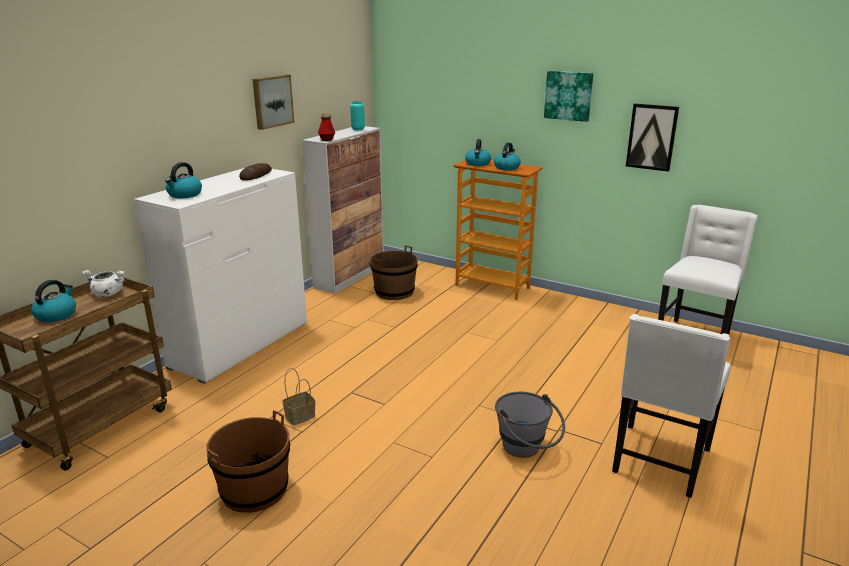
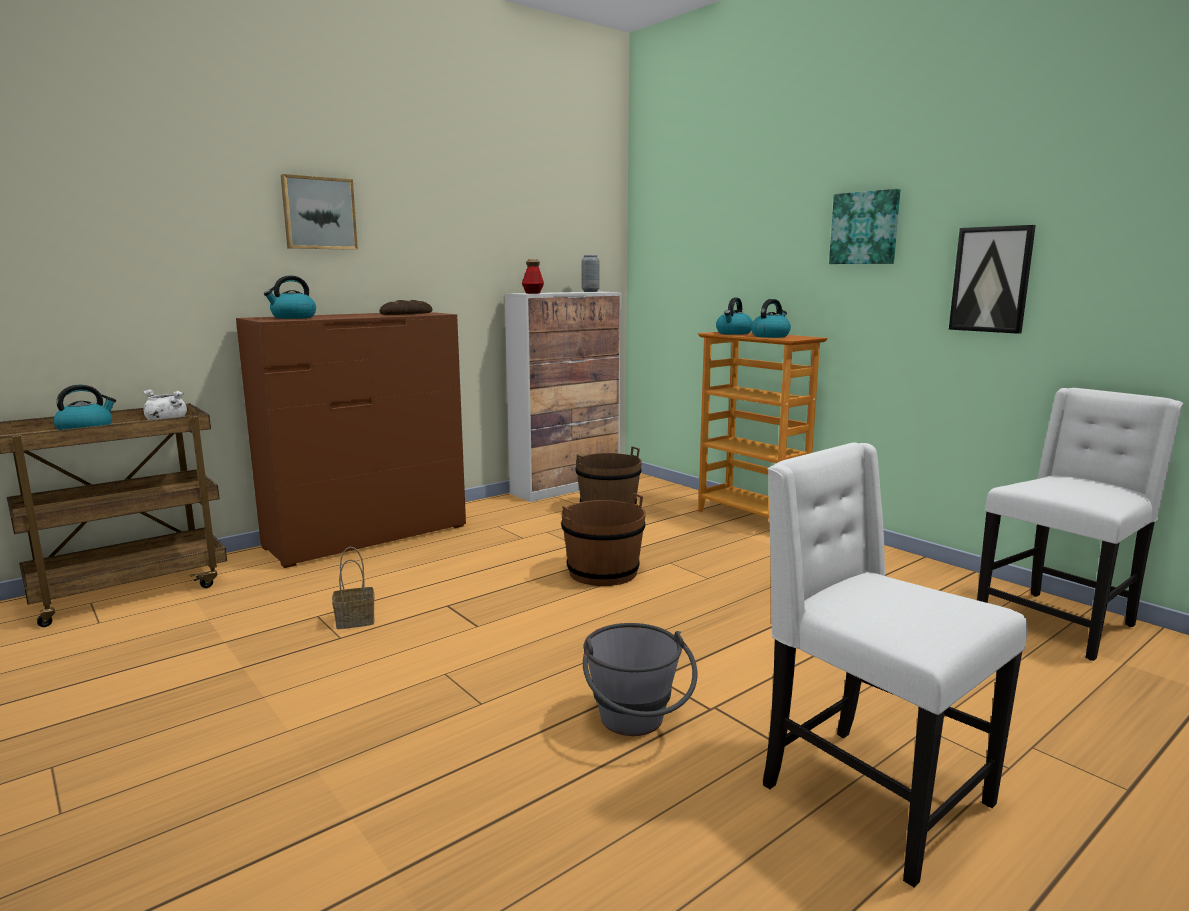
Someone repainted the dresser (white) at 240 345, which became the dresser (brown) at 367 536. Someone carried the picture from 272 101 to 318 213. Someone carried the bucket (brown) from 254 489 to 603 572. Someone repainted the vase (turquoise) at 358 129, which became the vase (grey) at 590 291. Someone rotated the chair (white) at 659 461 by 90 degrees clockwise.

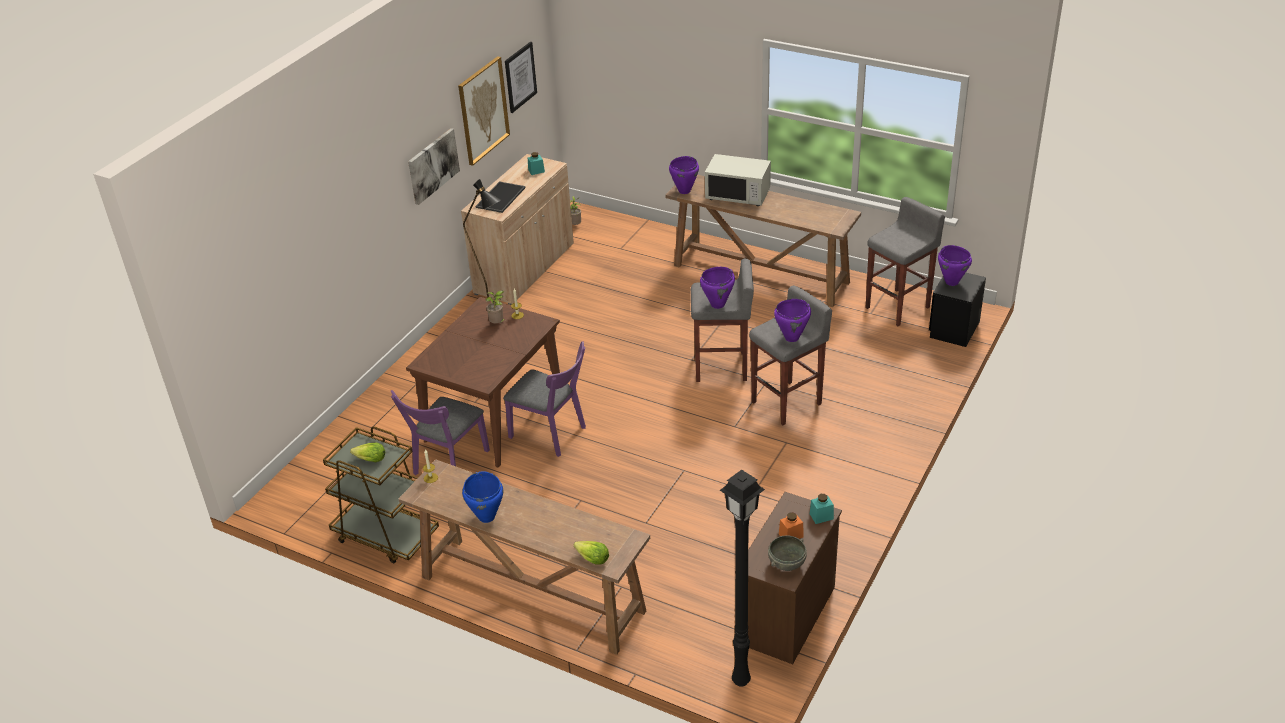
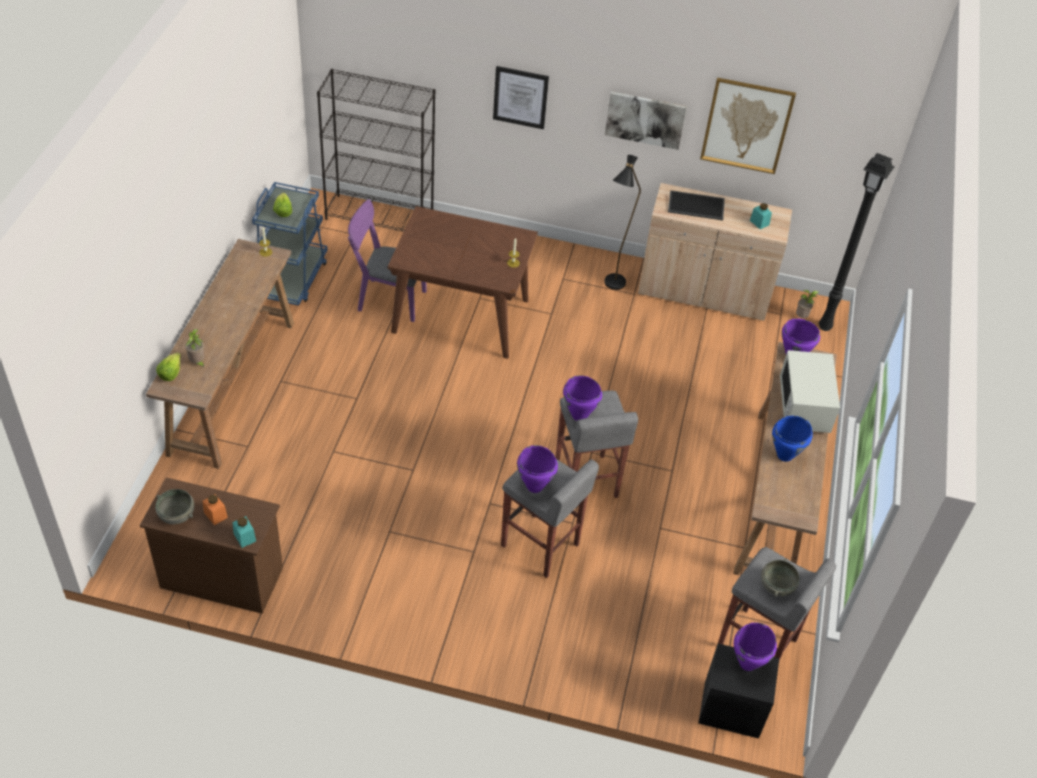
Someone carried the potted plant from 498 324 to 197 362. Someone repainted the cart (brown) at 385 535, which became the cart (blue) at 292 279. Someone put down the bookcase (black) at 380 217. Someone carried the picture from 520 77 to 520 97. Someone put down the bowl (grey) at 776 586. Someone carried the cooking pot (blue) from 487 516 to 785 455. Someone carried the floor lamp (black) from 741 679 to 826 326. Someone took away the chair (purple) at 552 434.

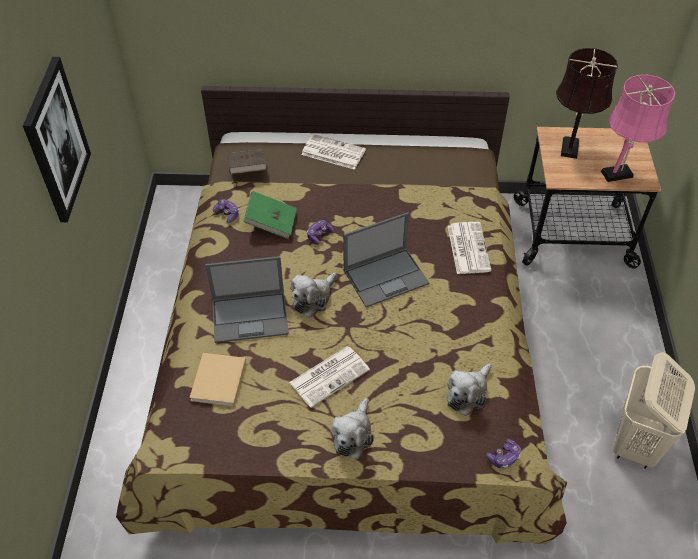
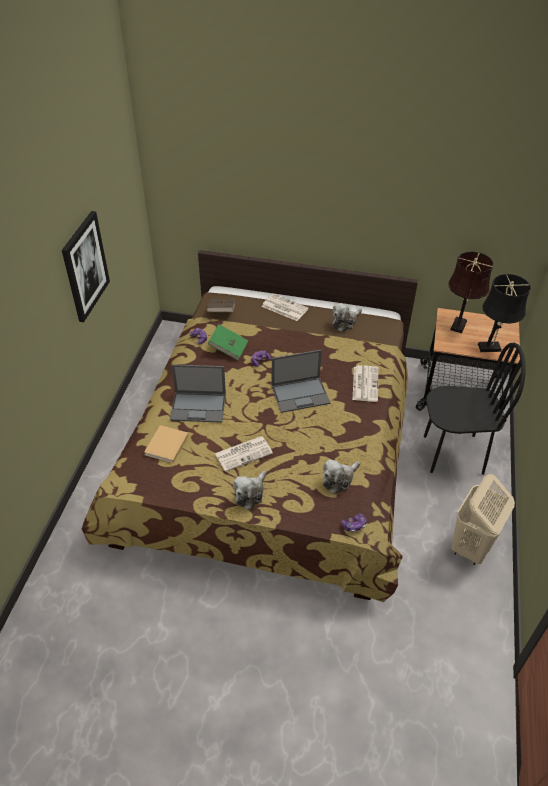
Someone carried the plush toy from 313 299 to 345 322. Someone put down the chair (black) at 453 454. Someone repainted the table lamp (pink) at 620 173, which became the table lamp (black) at 491 347.

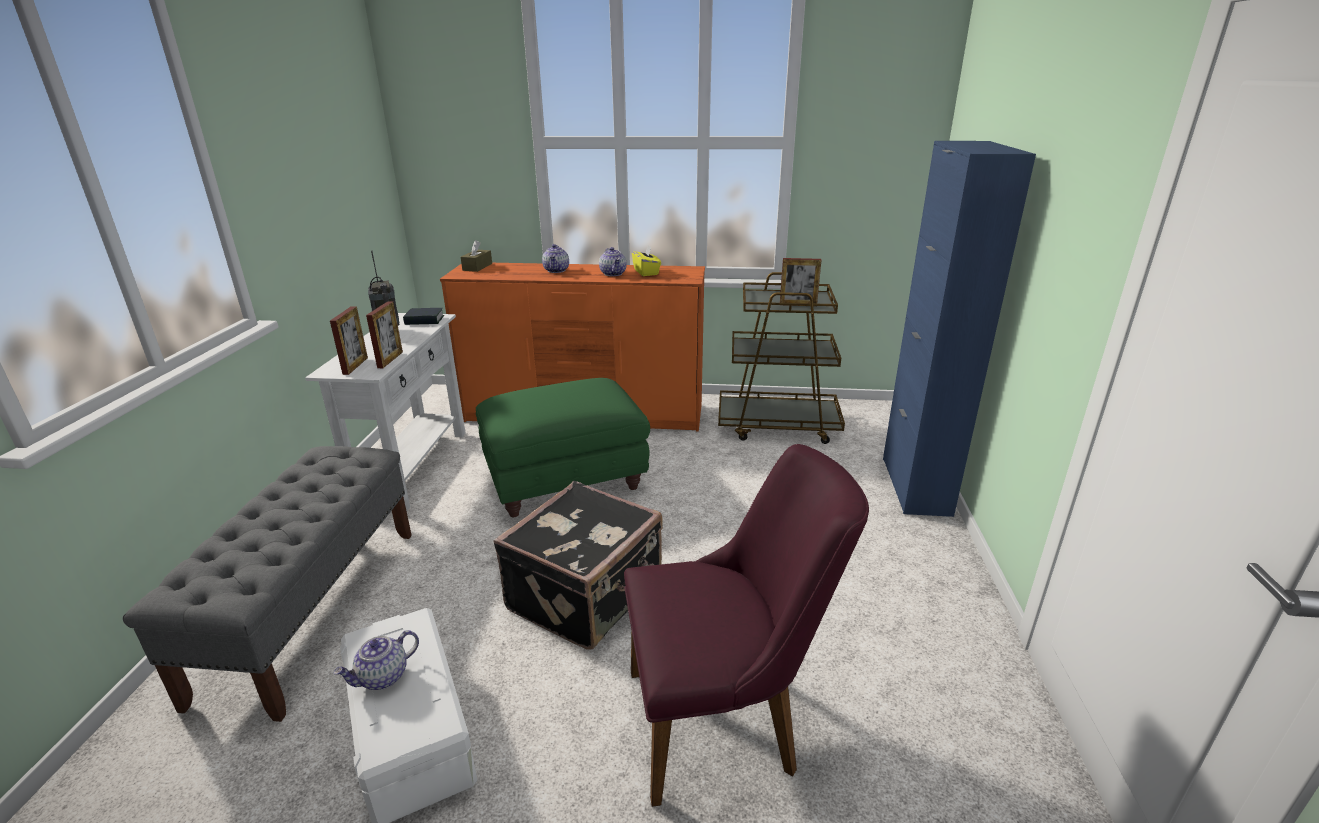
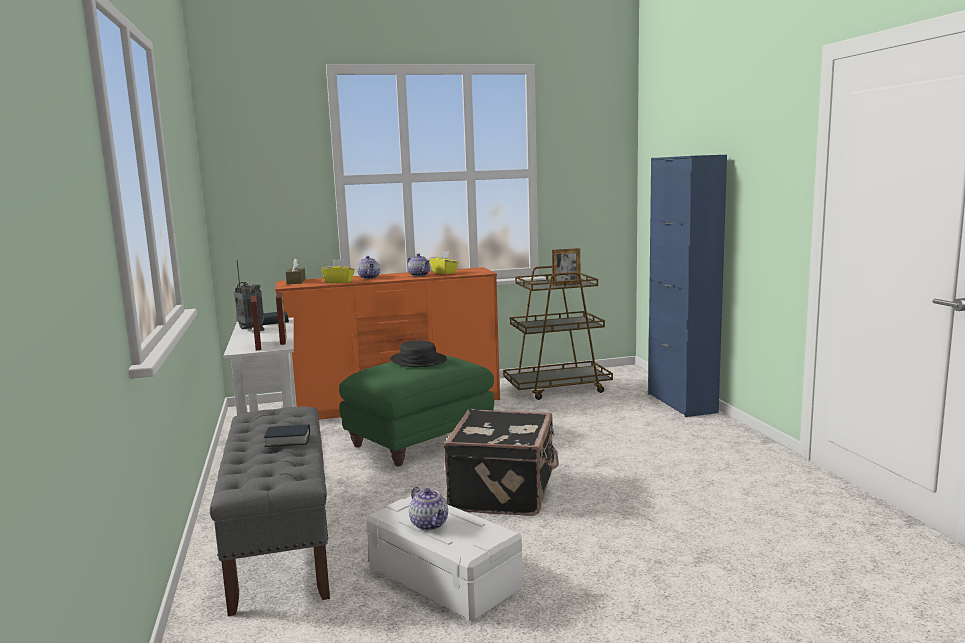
Someone put down the book at 288 440. Someone put down the tissue box (yellow) at 339 282. Someone put down the hat (black) at 418 360. Someone rotated the teapot at 383 677 by 60 degrees counterclockwise. Someone took away the chair (purple) at 726 720.

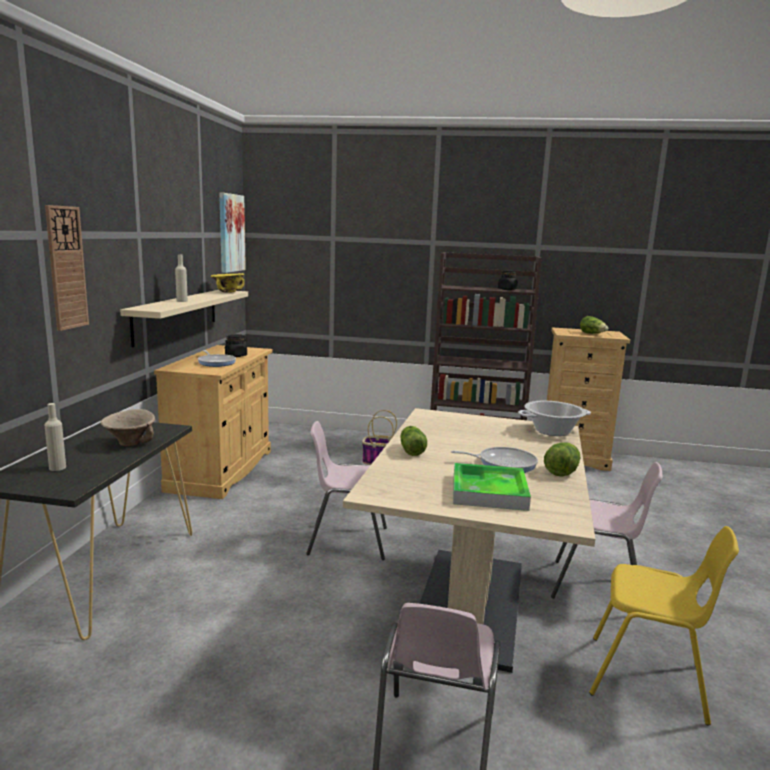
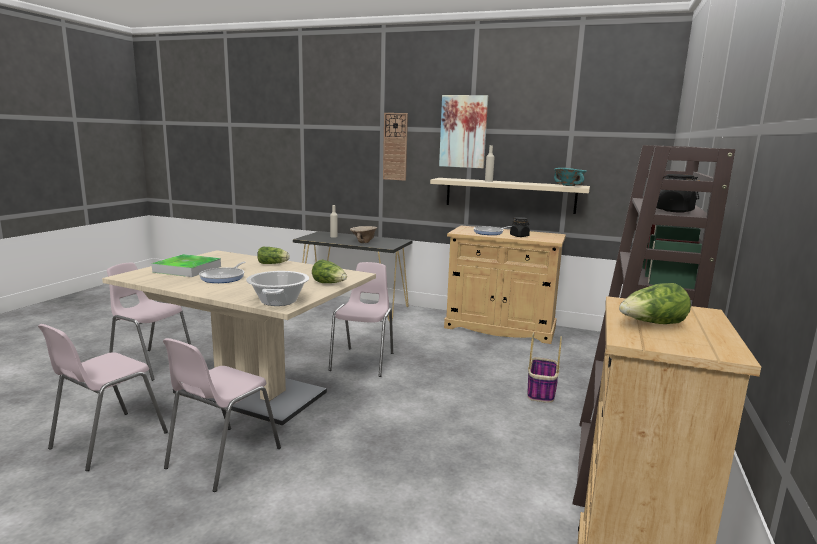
Someone repainted the chair (yellow) at 648 680, which became the chair (pink) at 107 440. Someone carried the lettuce from 561 470 to 329 284. Someone carried the picture from 231 233 to 463 131. Someone repainted the bowl (yellow) at 227 292, which became the bowl (turquoise) at 568 186.

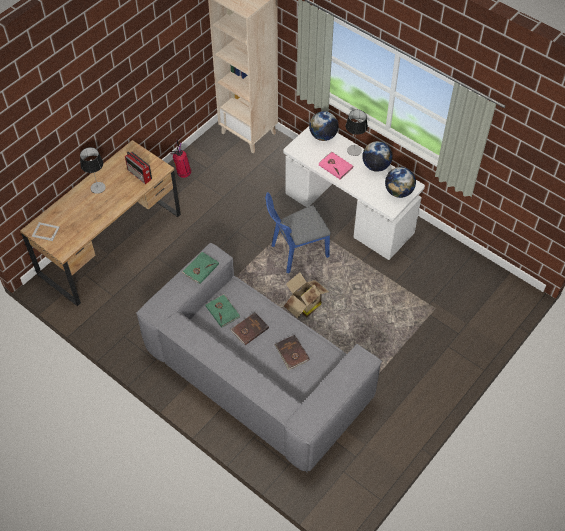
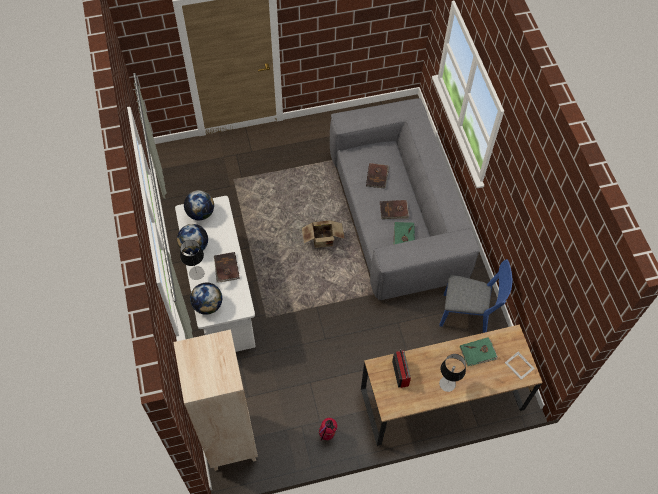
Someone repainted the book (pink) at 336 166, which became the book (brown) at 226 268. Someone carried the chair (blue) from 295 253 to 469 314. Someone carried the book (green) from 200 268 to 478 353.

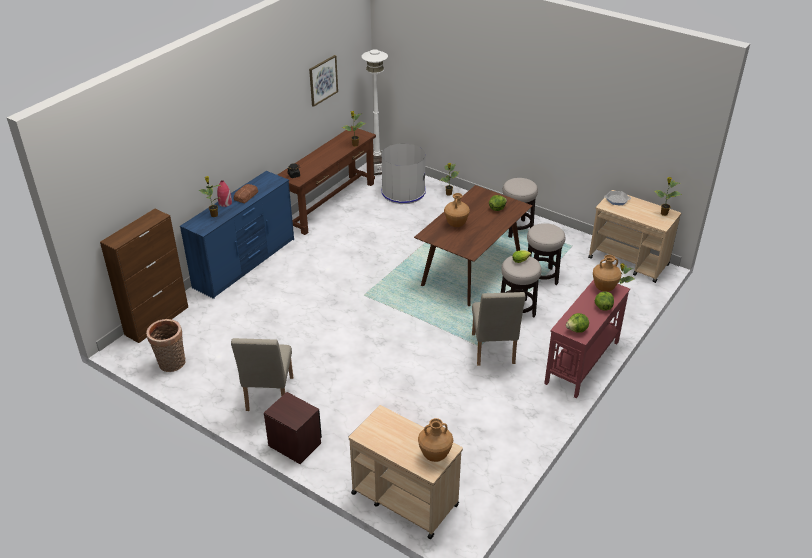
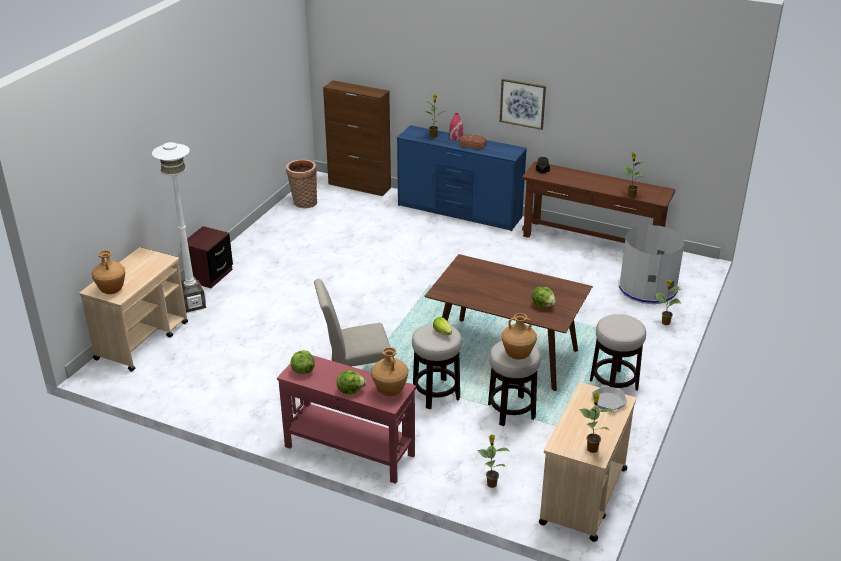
Someone carried the floor lamp (white) from 377 170 to 193 305. Someone carried the picture from 323 80 to 522 103. Someone carried the vase (brown) from 456 224 to 517 355. Someone took away the chair (beige) at 268 397.

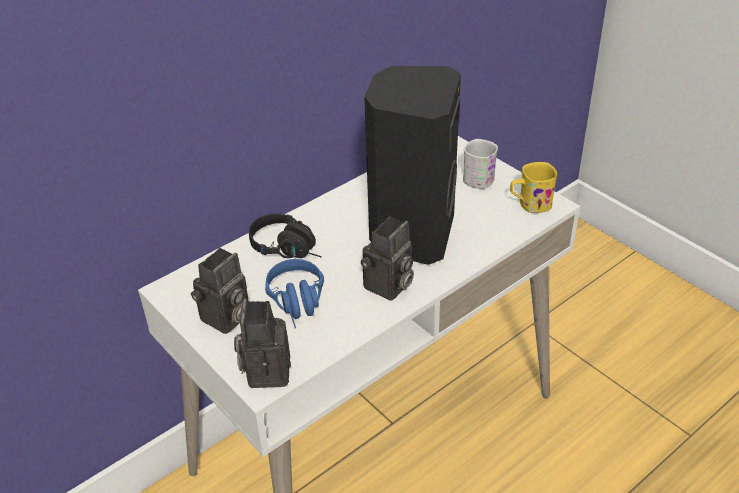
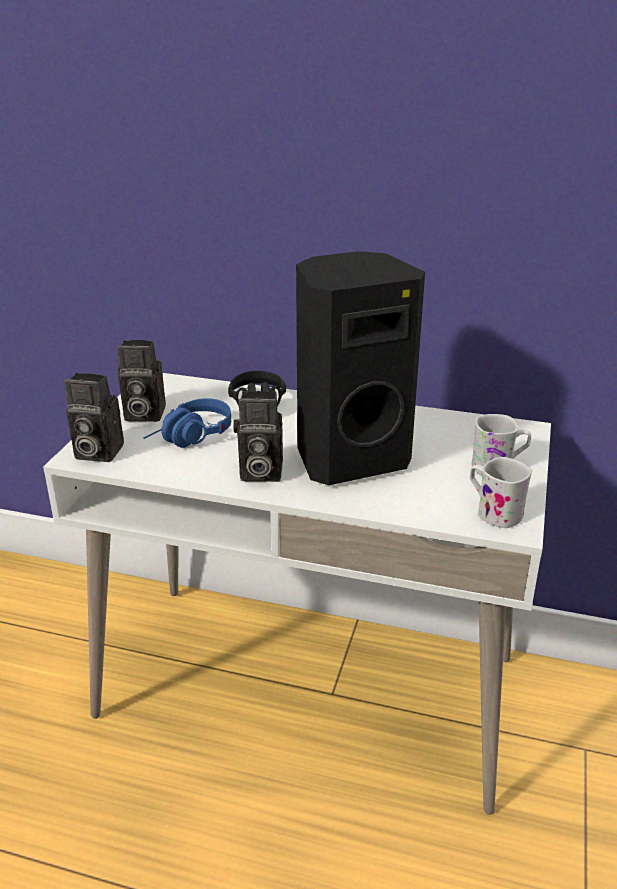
Someone rotated the photo camera at 266 370 by 135 degrees counterclockwise. Someone repainted the mug (yellow) at 529 205, which became the mug (white) at 493 512.

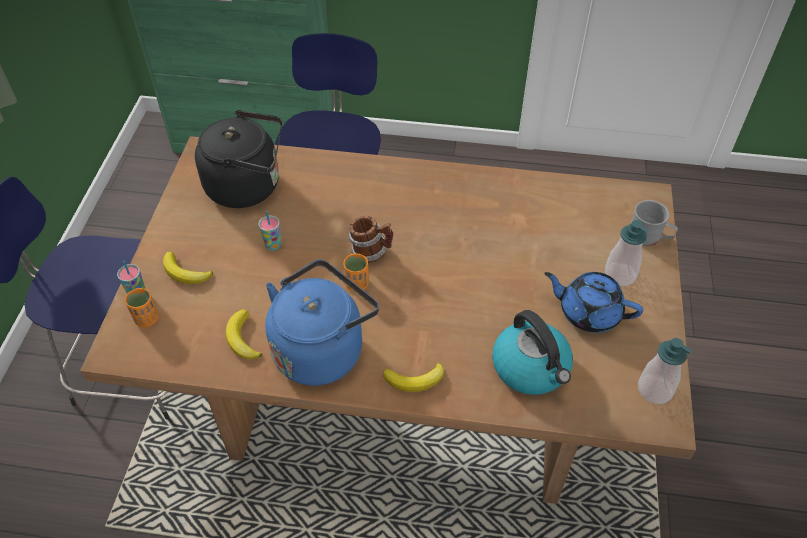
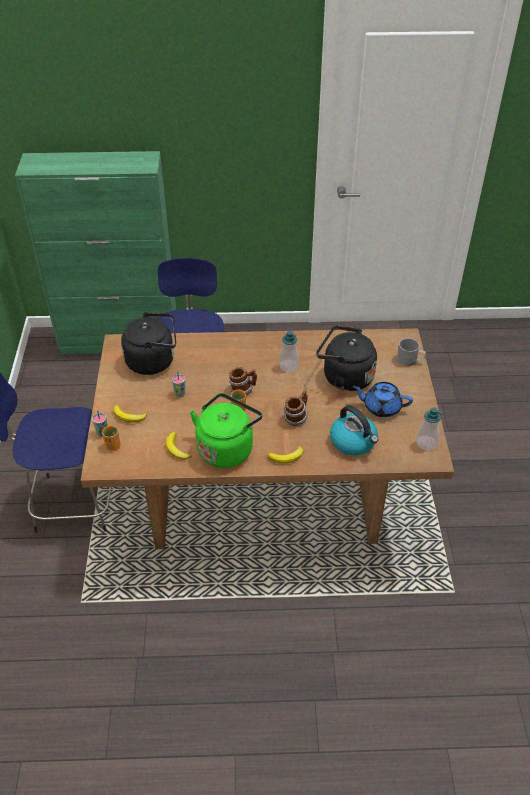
Someone repainted the kettle (blue) at 322 348, which became the kettle (green) at 226 448. Someone carried the soap dispenser from 620 275 to 288 366. Someone put down the mug at 296 417. Someone put down the kettle (black) at 344 377.

